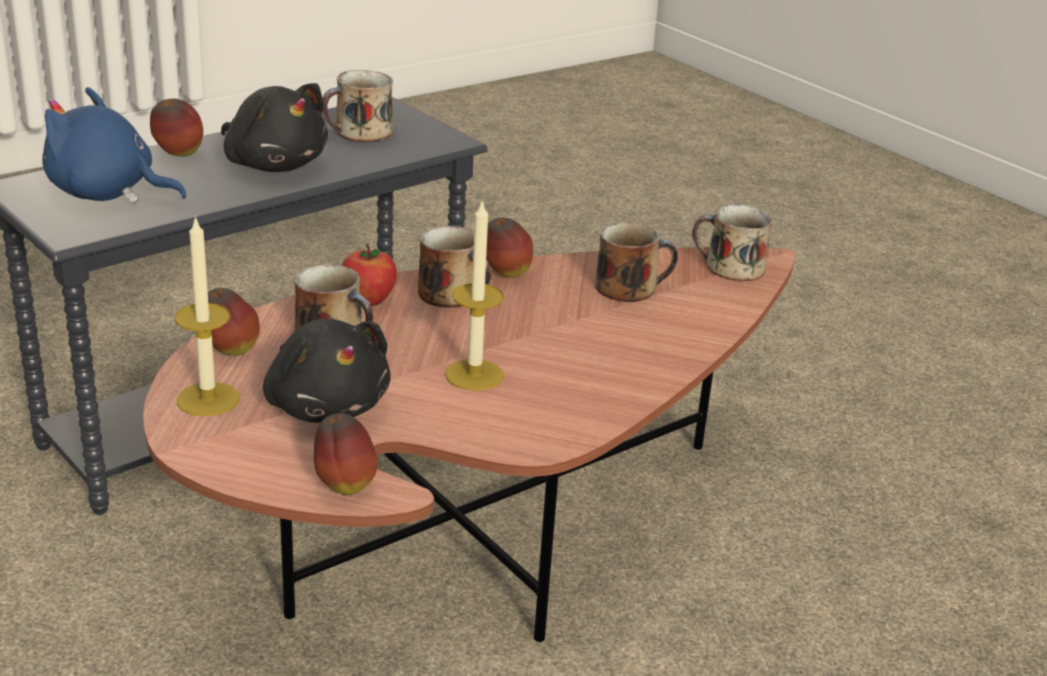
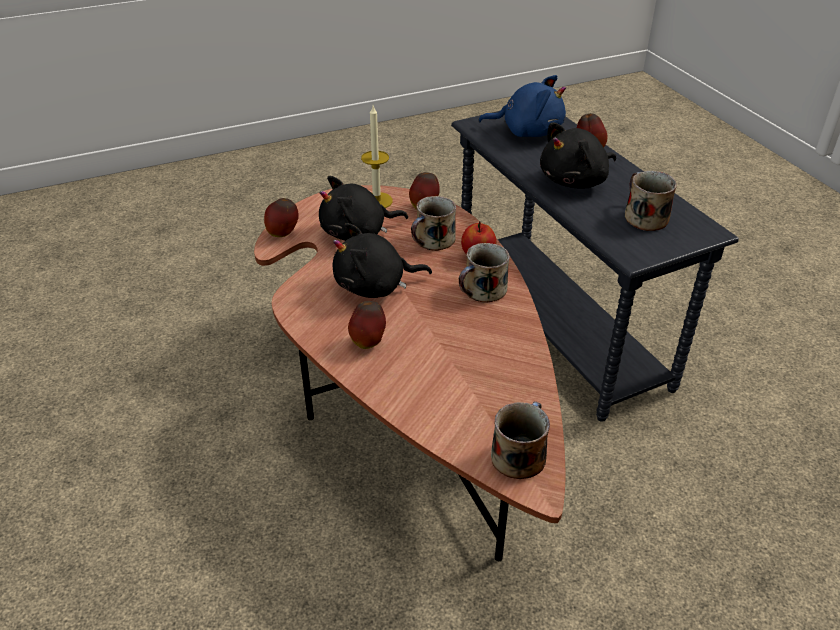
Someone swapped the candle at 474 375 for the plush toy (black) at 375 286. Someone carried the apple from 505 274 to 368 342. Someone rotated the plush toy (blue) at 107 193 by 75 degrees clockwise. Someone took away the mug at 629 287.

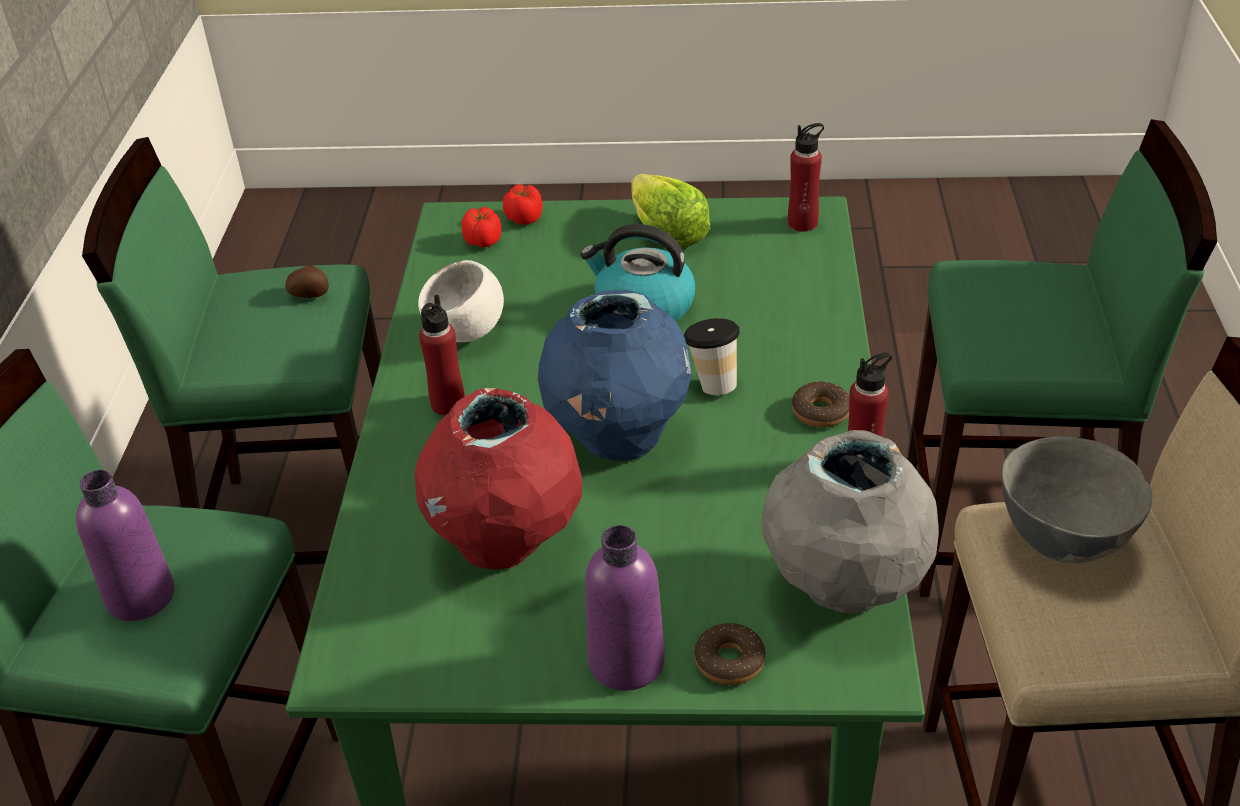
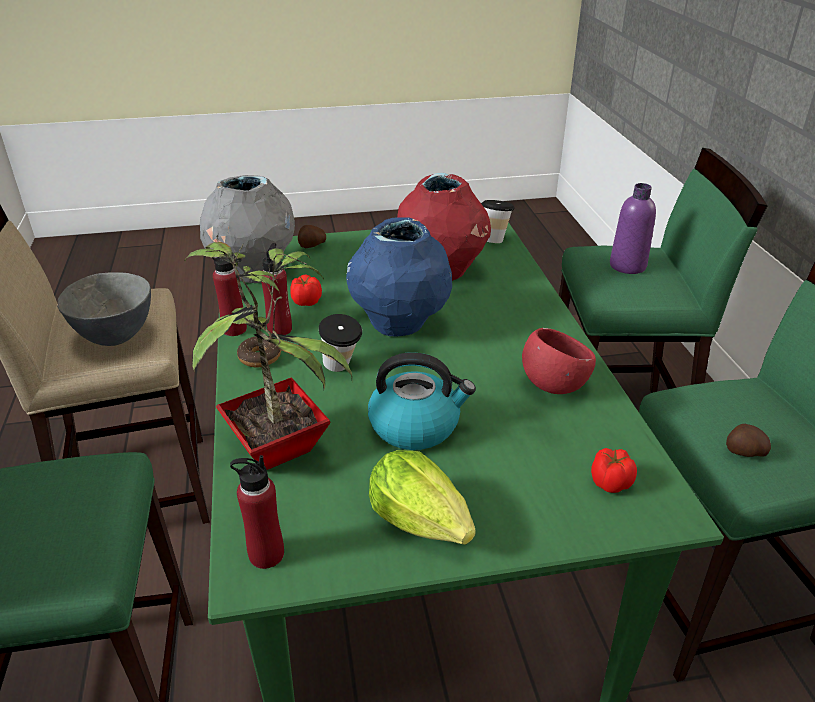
Someone put down the potted plant at 281 446. Someone carried the bottle (red) from 448 404 to 280 329. Someone carried the tomato from 525 218 to 306 302. Someone swapped the donut at 729 661 for the potato at 312 246. Someone put down the cup at 495 239. Someone repainted the bowl (white) at 467 333, which became the bowl (red) at 553 386. Someone took away the bottle (purple) at 626 662.

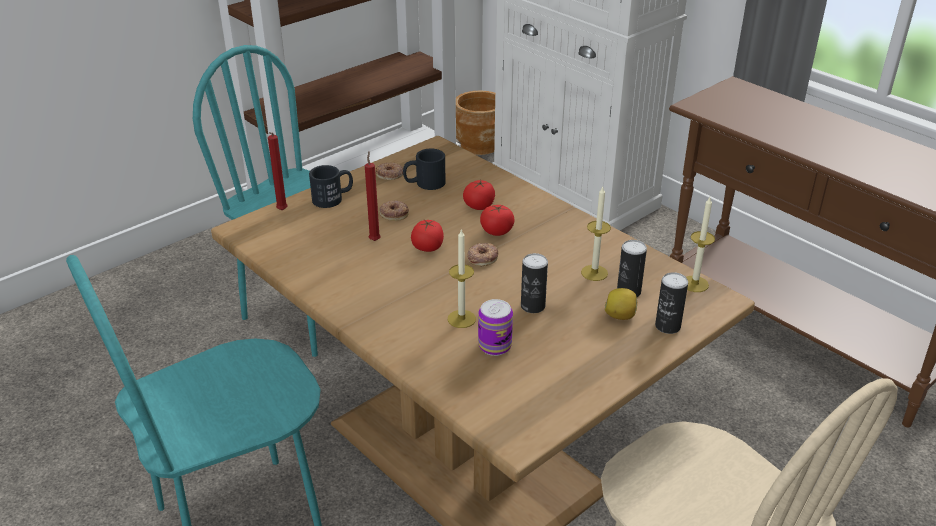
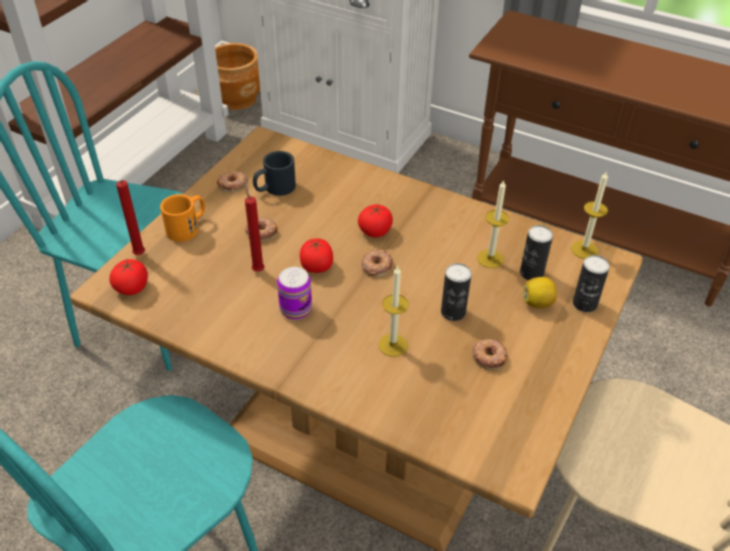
Someone carried the tomato from 479 206 to 132 288. Someone repainted the mug (black) at 333 198, which became the mug (orange) at 188 227. Someone carried the can from 495 346 to 295 309. Someone put down the donut at 489 356.

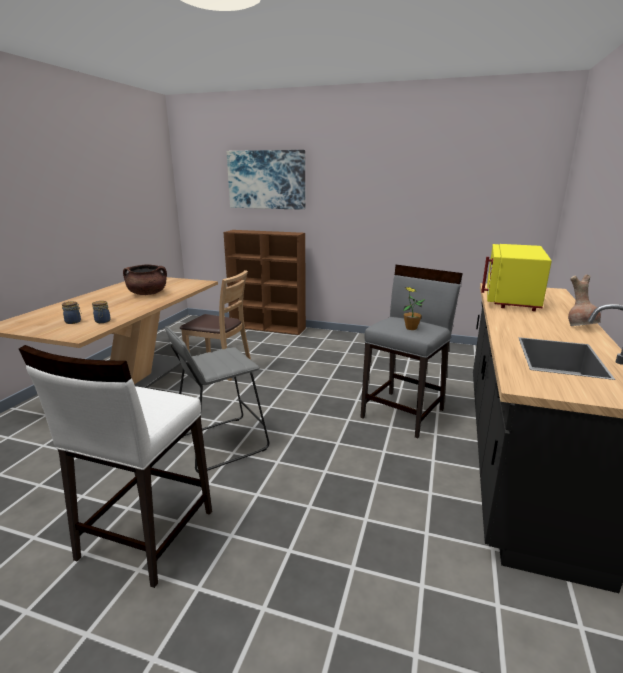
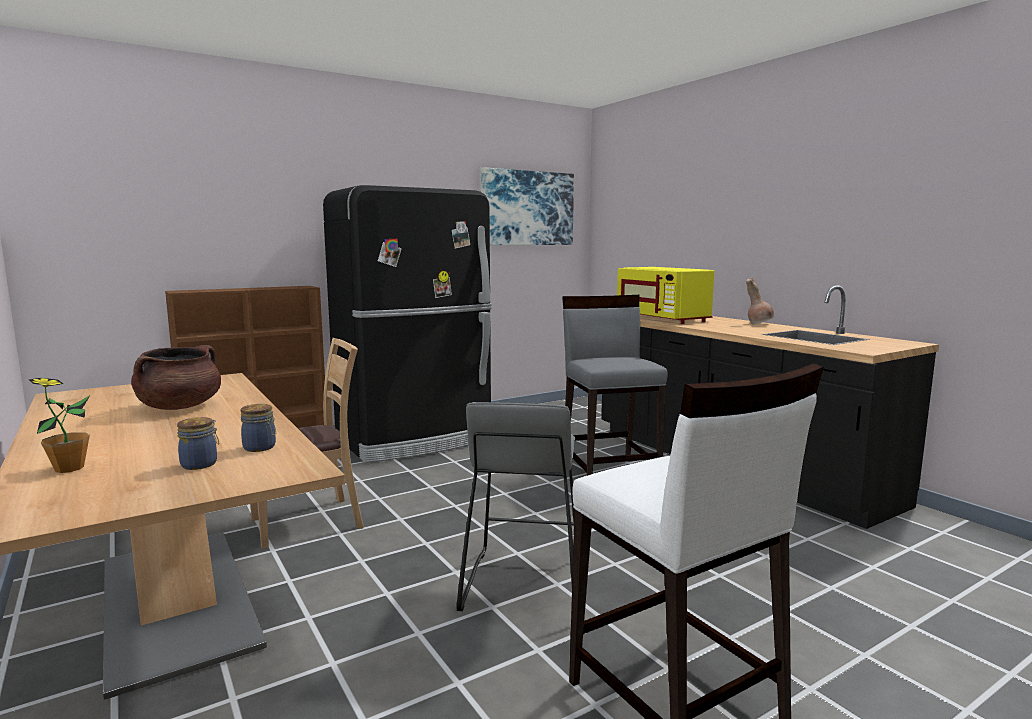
Someone carried the potted plant from 411 328 to 69 468. Someone put down the fridge (black) at 416 439. Someone carried the picture from 266 180 to 527 208.

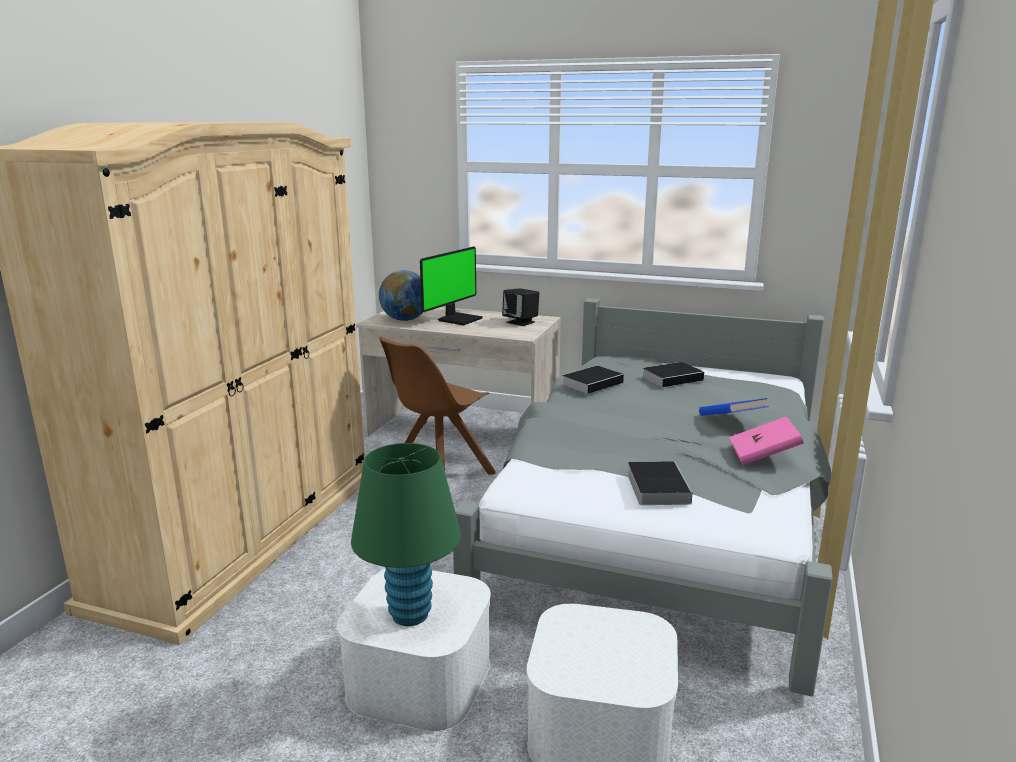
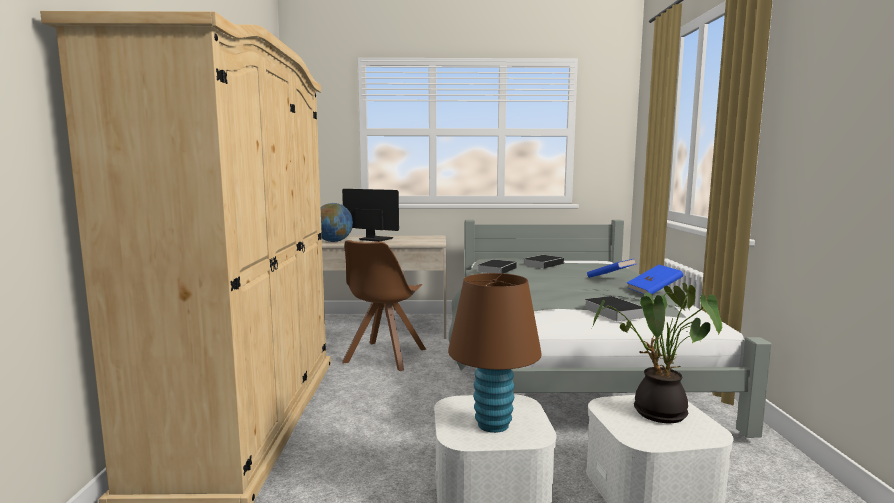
Someone rotated the monitor at 458 319 by 75 degrees counterclockwise. Someone repainted the table lamp (green) at 410 615, which became the table lamp (brown) at 493 425. Someone put down the potted plant at 655 413. Someone repainted the book (pink) at 763 456, which became the book (blue) at 653 291. Someone took away the speaker (black) at 521 322.

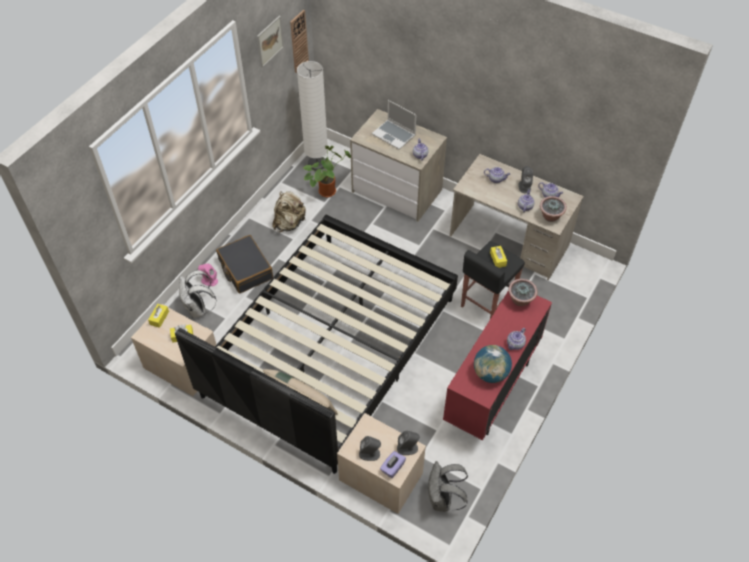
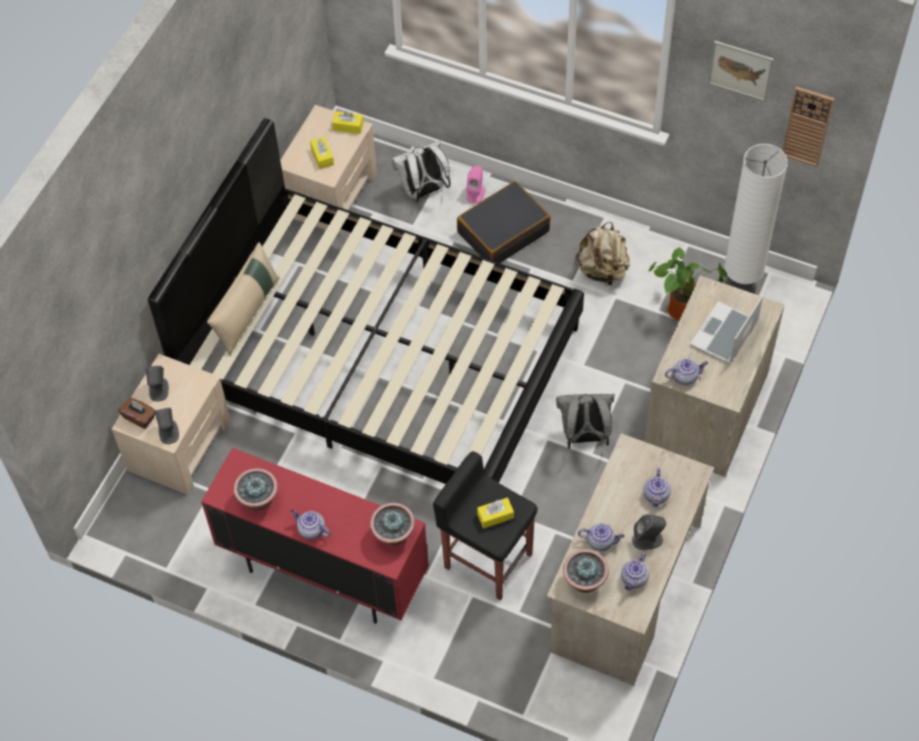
Someone repainted the tissue box (purple) at 392 468, which became the tissue box (brown) at 139 417. Someone swapped the globe at 490 373 for the potted plant at 258 499. Someone carried the backpack (grey) from 442 499 to 584 437.

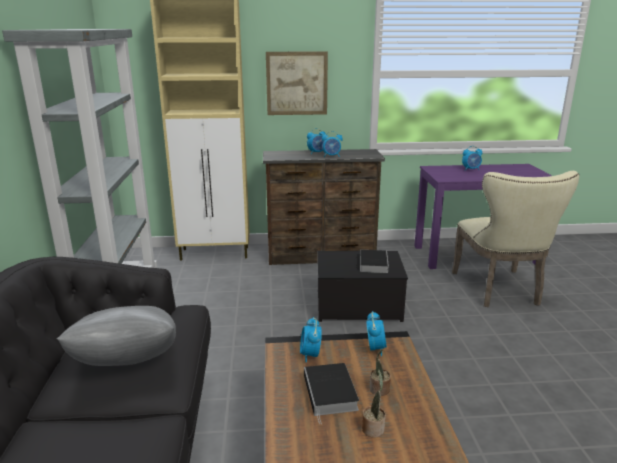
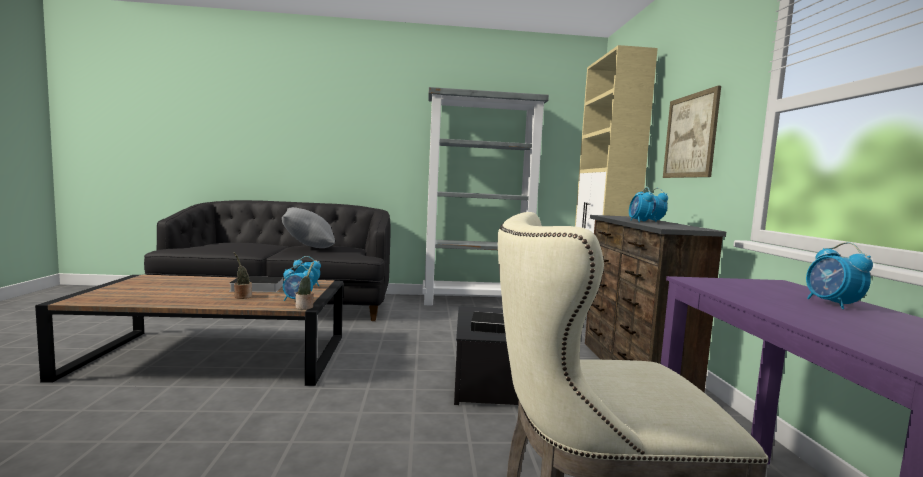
Someone carried the potted plant from 373 428 to 305 307.

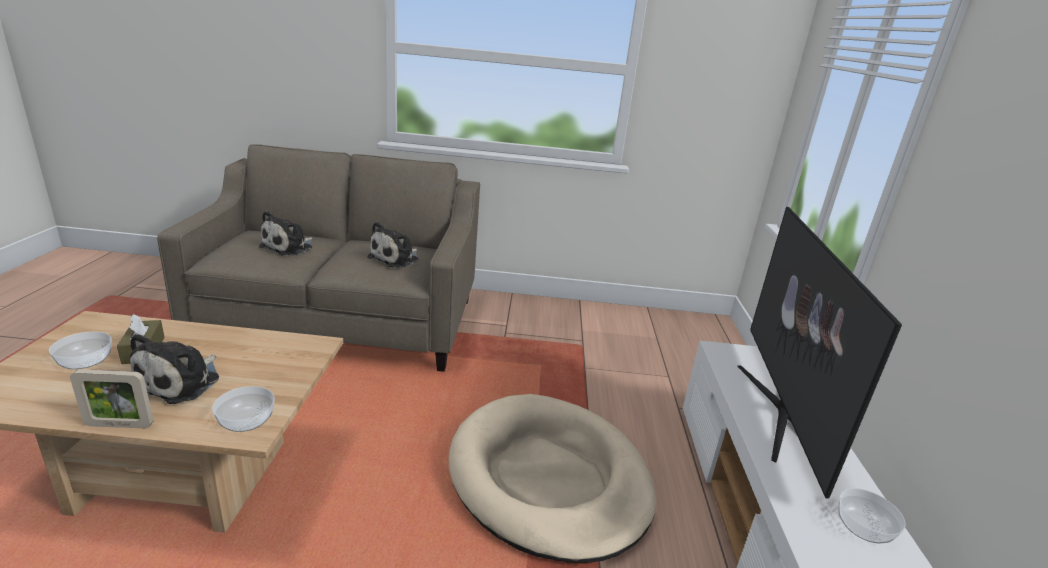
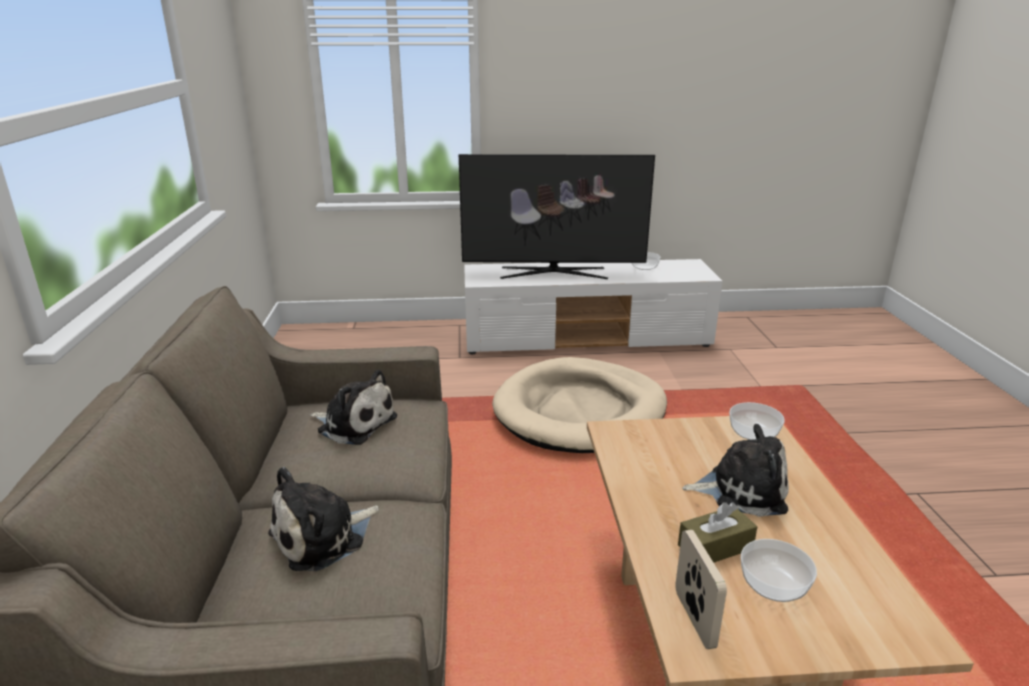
Someone rotated the plush toy at 289 247 by 120 degrees clockwise. Someone carried the picture frame from 119 425 to 694 619.

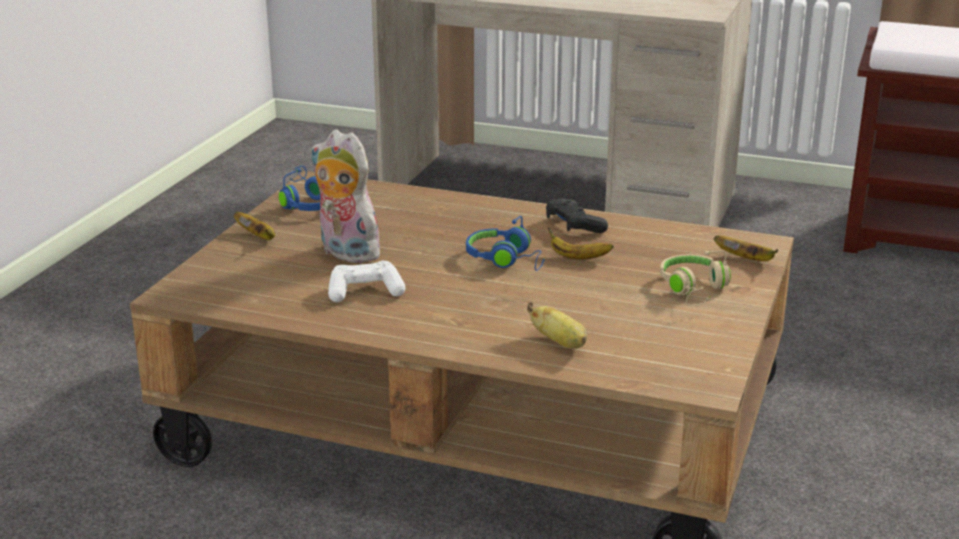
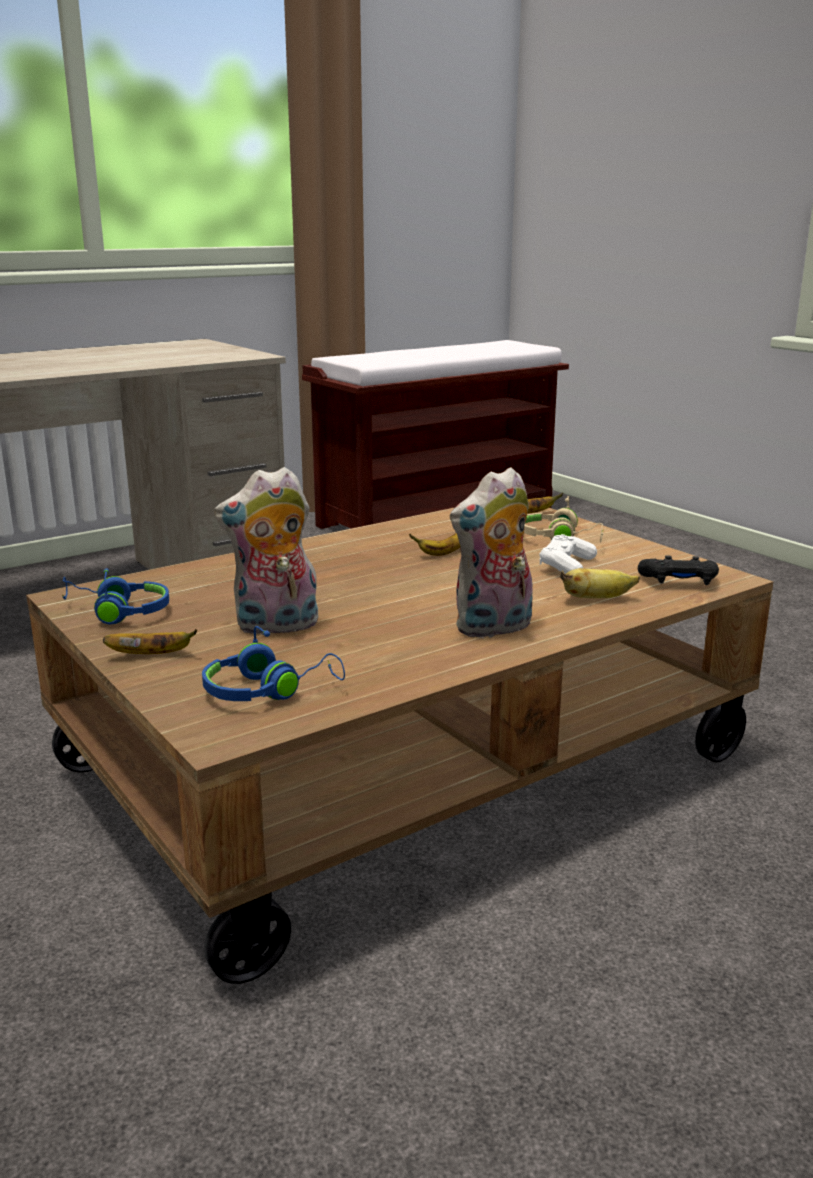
Someone carried the headphones (blue) from 507 260 to 268 690. Someone put down the plush toy at 494 628. Someone carried the game controller (white) from 365 292 to 566 566. Someone carried the game controller (black) from 574 225 to 679 582.

